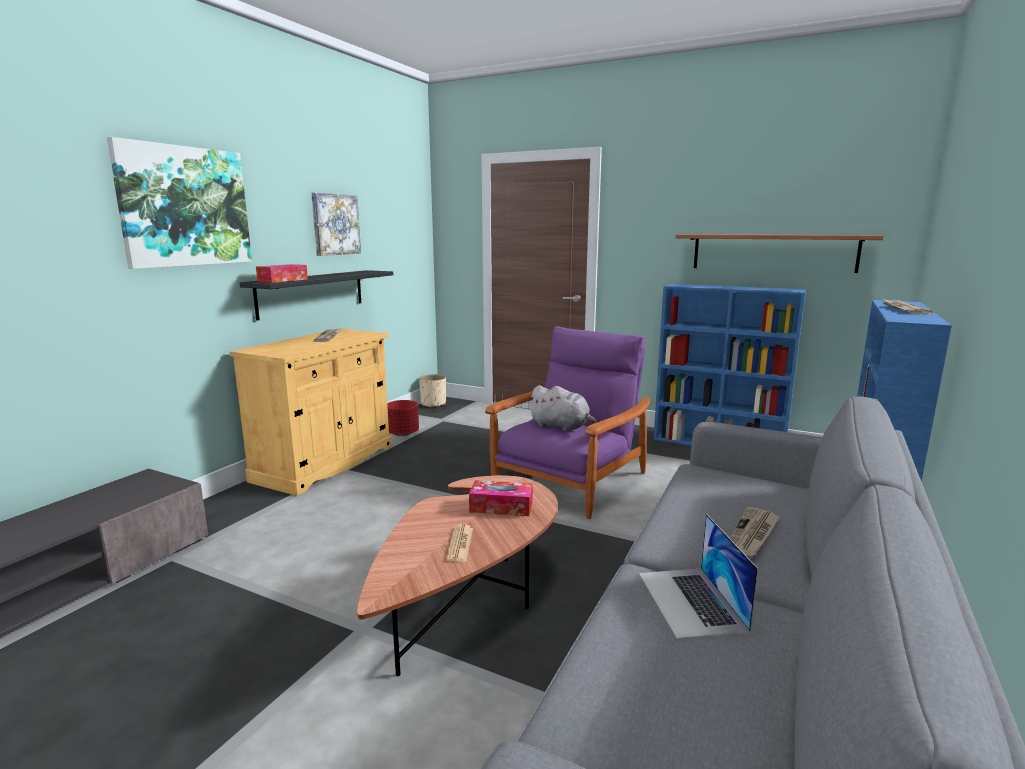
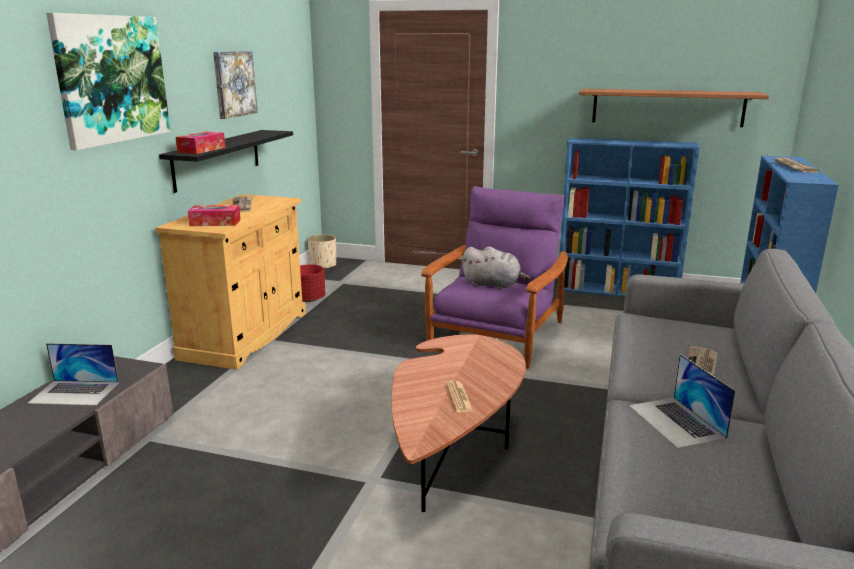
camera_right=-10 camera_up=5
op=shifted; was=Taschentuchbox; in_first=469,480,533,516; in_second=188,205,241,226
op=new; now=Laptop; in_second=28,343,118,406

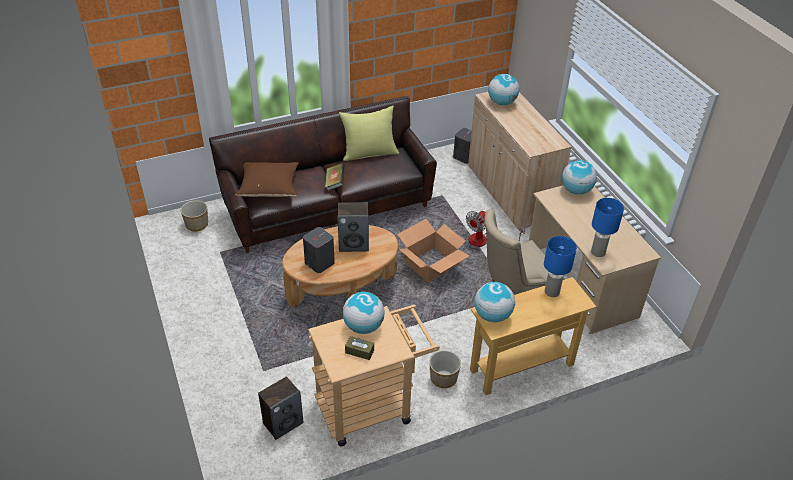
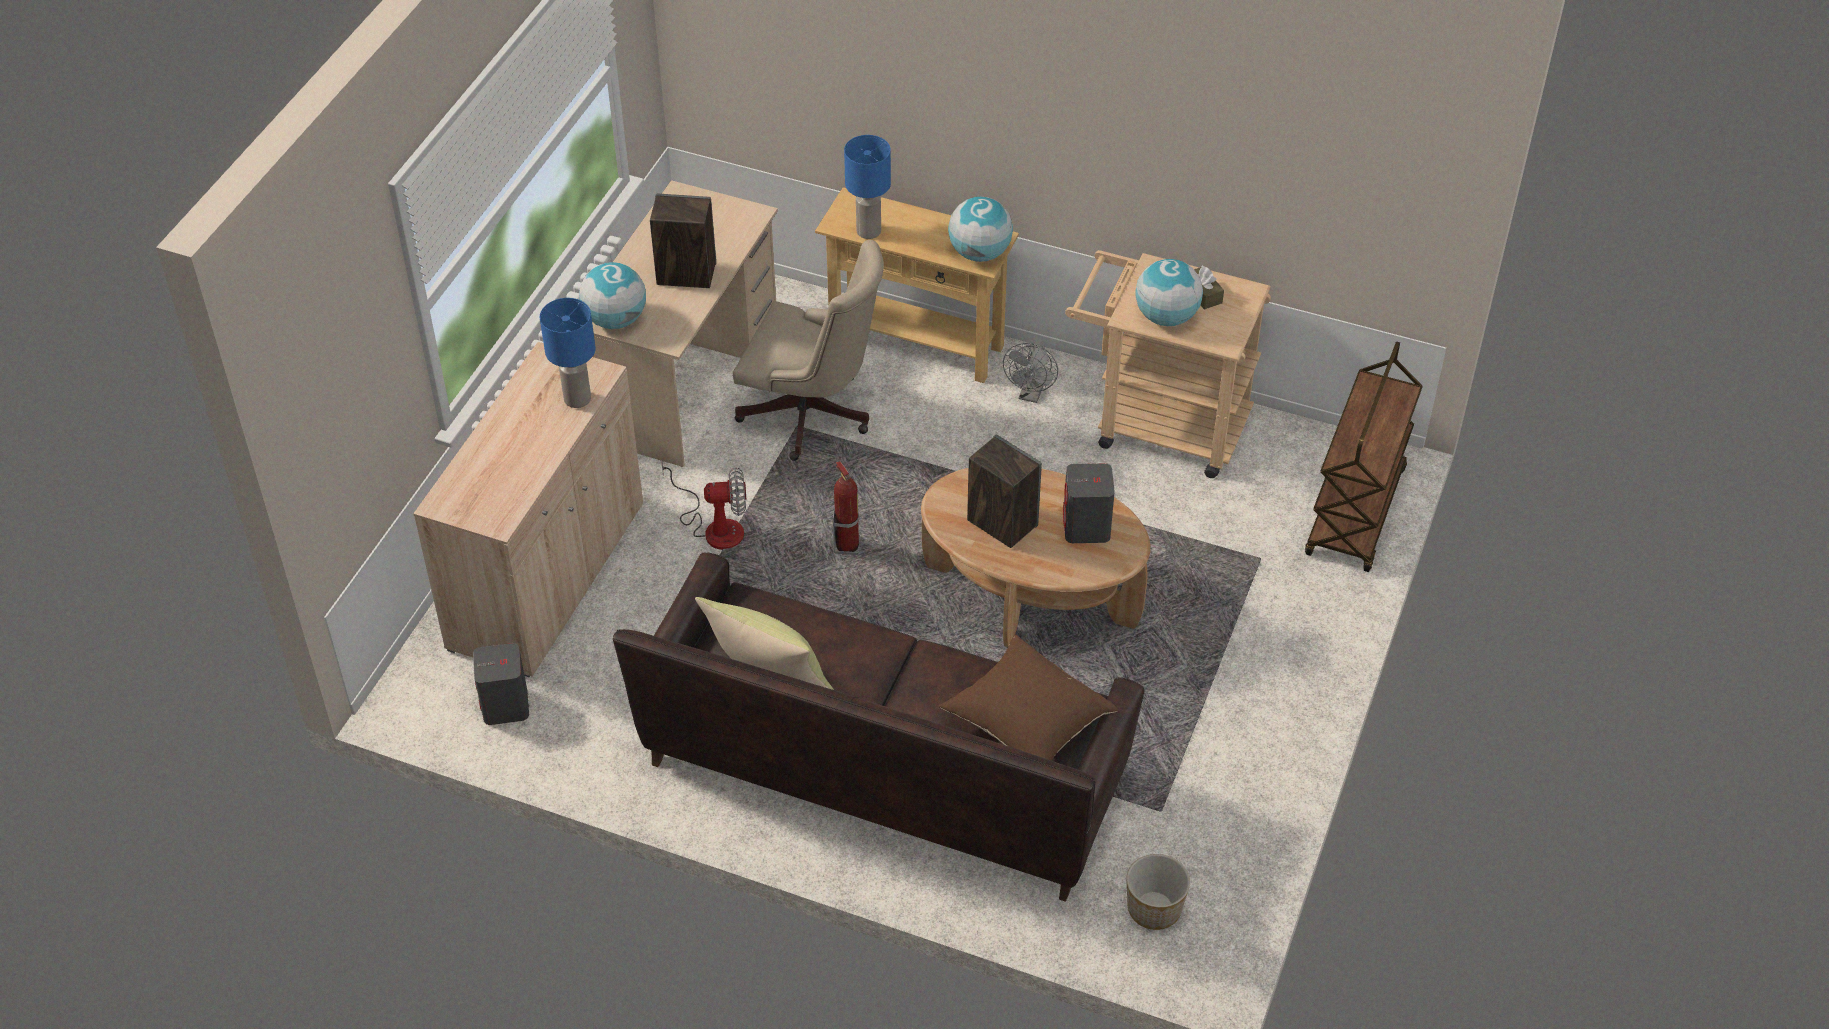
camera_right=-135 camera_up=5
op=gone; was=Globus; in_first=488,74,520,105
op=gone; was=Buch; in_first=325,163,345,191
op=shifted; was=Tischlampe [blau]; in_first=591,198,624,257; in_second=540,298,596,408
op=swapped; was=Karton; now=Feuerlöscher; in_first=397,219,470,282; in_second=833,461,861,555
op=swapped; was=Pflanzkübel; now=Ventilator [grau]; in_first=429,350,461,388; in_second=1003,343,1058,403
op=shifted; was=Lautsprecher; in_first=258,376,303,440; in_second=650,194,716,288
op=new; now=Rollwagen [braun]; in_second=1305,341,1423,572

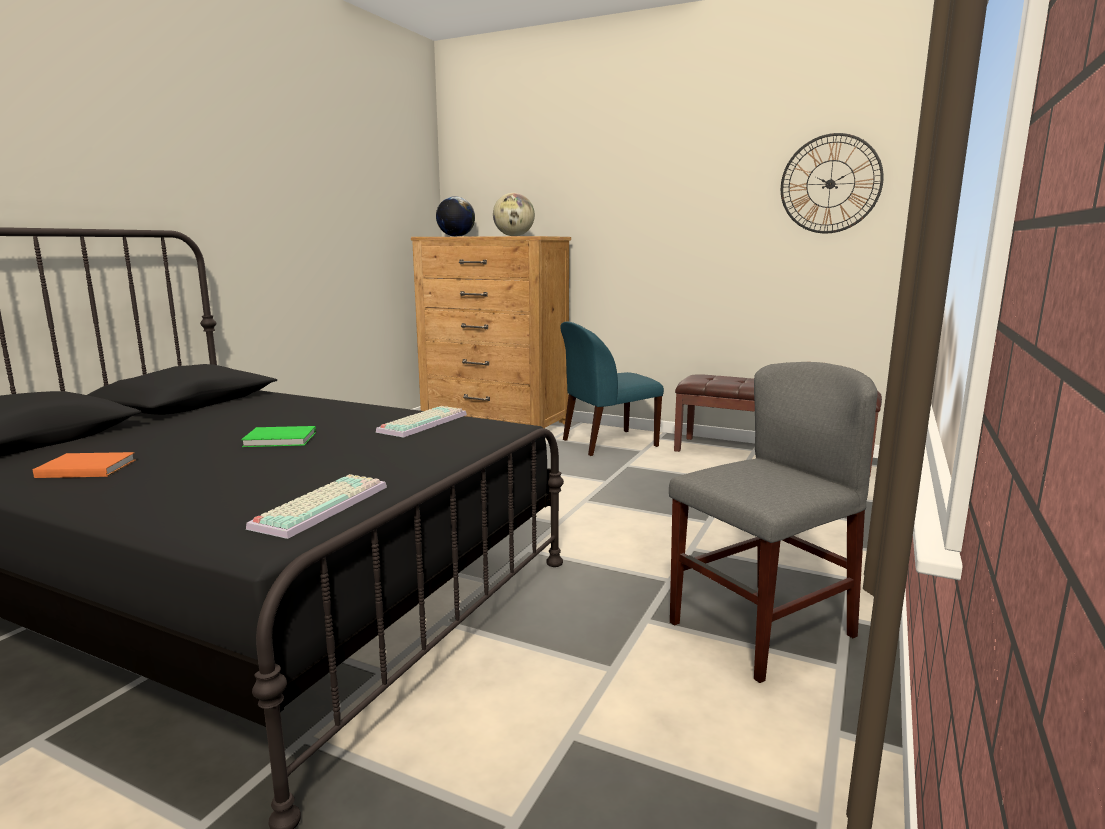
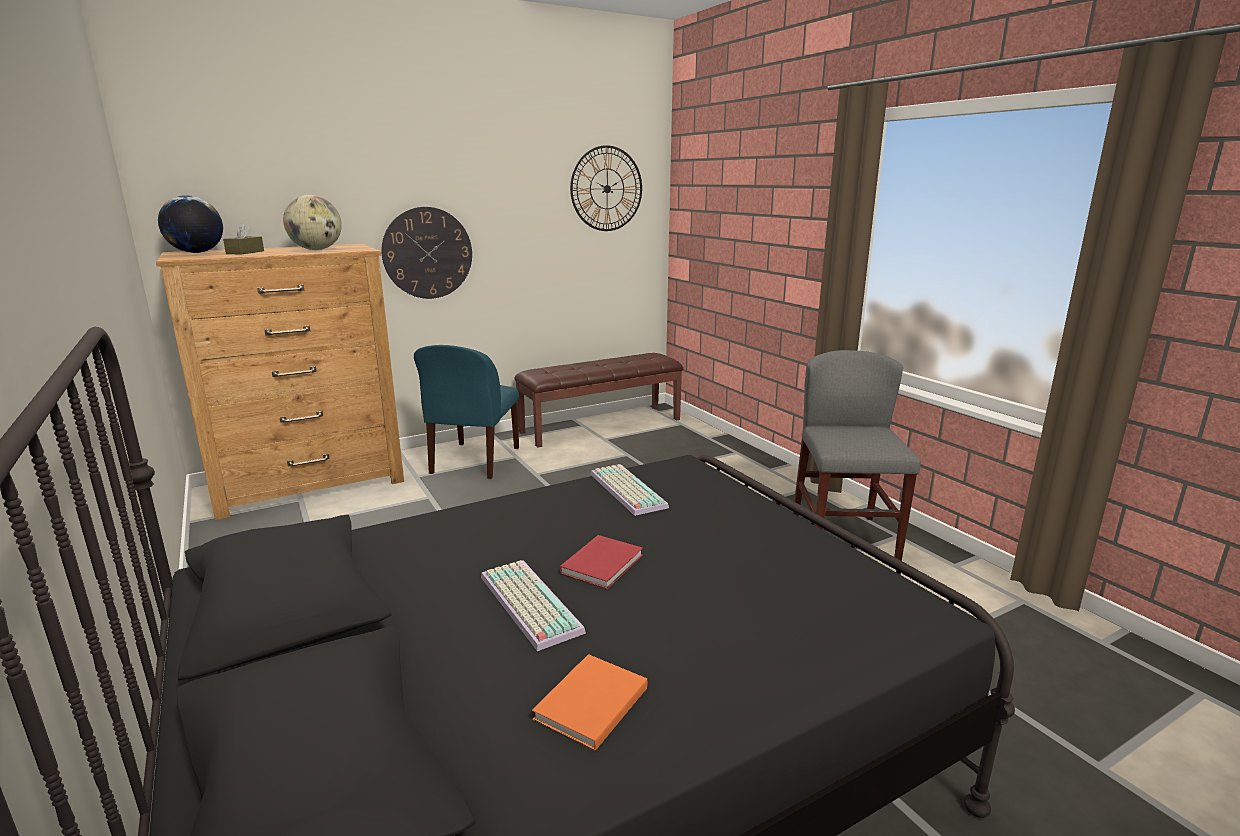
camera_right=-55 camera_up=5
op=repainted; was=Buch [grün]; now=Buch [rot]; in_first=241,426,316,447; in_second=560,535,643,589
op=shifted; was=Tastatur; in_first=246,474,387,539; in_second=481,560,586,651
op=new; now=Wanduhr; in_second=381,207,472,299
op=new; now=Taschentuchbox [braun]; in_second=223,223,264,255

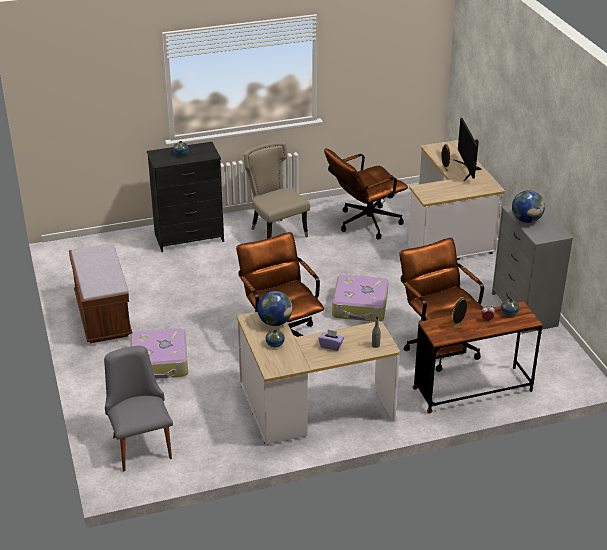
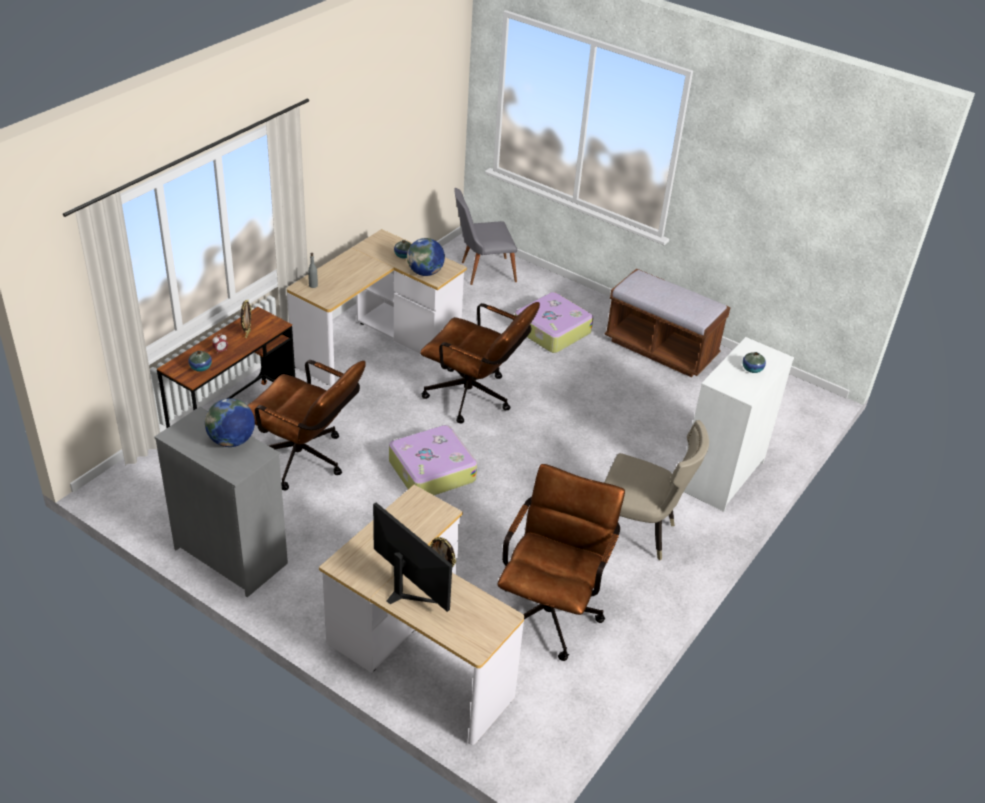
camera_right=140 camera_up=5
op=repainted; was=Kommode [schwarz]; now=Kommode [weiß]; in_first=147,142,224,252; in_second=684,337,794,512
op=gone; was=Taschentuchbox [lila]; in_first=318,330,344,351
op=rotated; was=Stuhl [grau]; in_first=104,346,173,472; in_second=454,188,517,285; clockwise=135

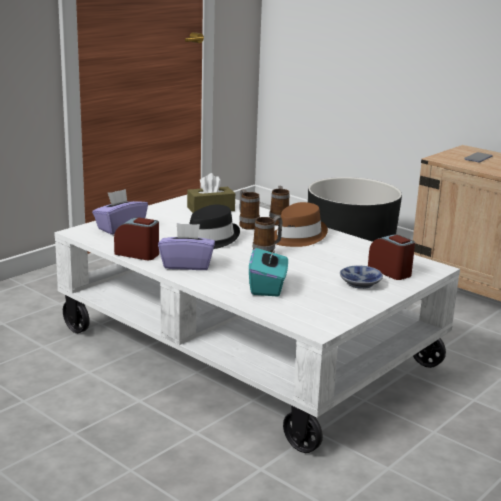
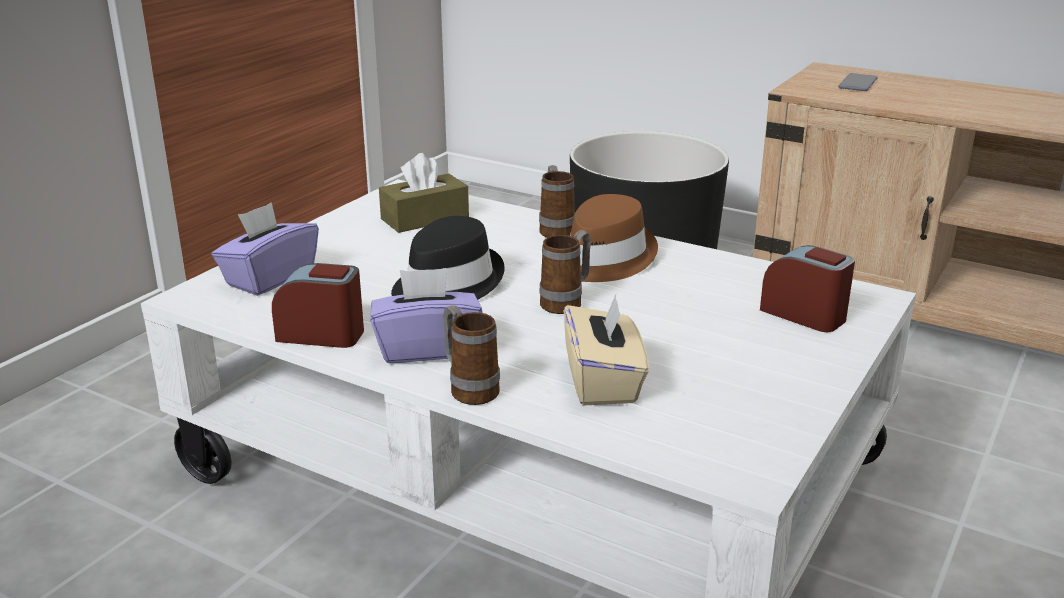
camera_right=-10 camera_up=5
op=shifted; was=Henkelbecher; in_first=239,189,260,230; in_second=443,305,500,405
op=repainted; was=Taschentuchbox [türkis]; now=Taschentuchbox [beige]; in_first=249,242,288,297; in_second=564,295,649,405
op=gone; was=Schüssel; in_first=340,266,383,289

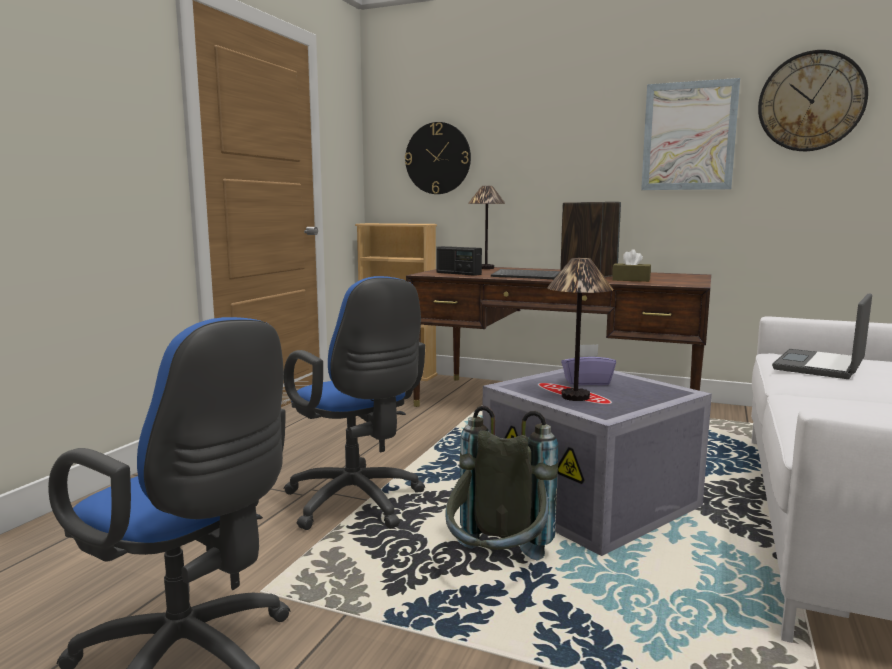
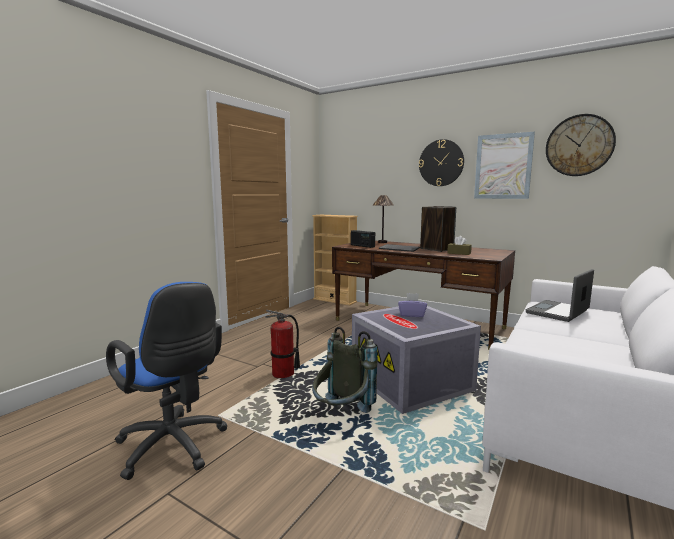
camera_right=10 camera_up=0
op=shifted; was=Wanduhr; in_first=405,122,471,194; in_second=419,139,464,186
op=gone; was=Tischlampe; in_first=547,258,614,401
op=swapped; was=Bürostuhl [blau]; now=Feuerlöscher; in_first=284,276,425,530; in_second=265,310,300,379

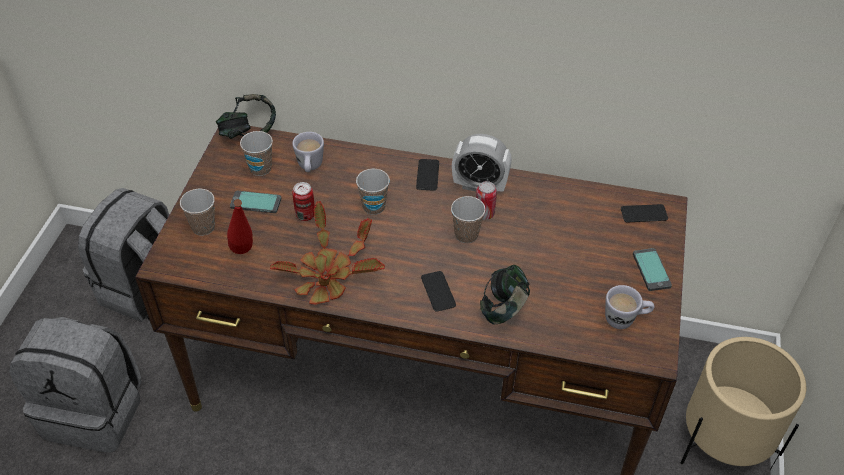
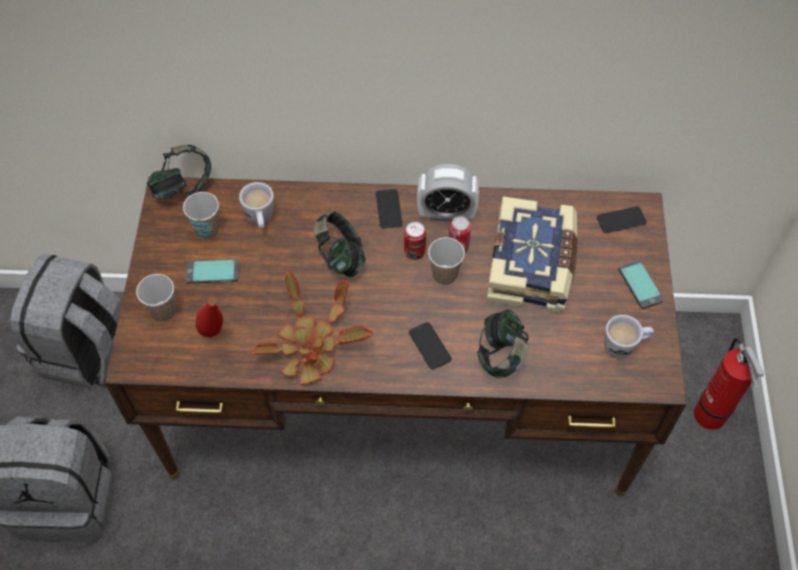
camera_right=-10 camera_up=10
op=swapped; was=Tasse; now=Kopfhörer; in_first=356,169,390,215; in_second=314,211,366,277
op=shifted; was=Dose; in_first=292,182,315,221; in_second=404,222,426,260
op=swapped; was=Pflanzkübel [beige]; now=Feuerlöscher; in_first=681,337,806,470; in_second=694,338,764,430
op=new; now=Buch; in_second=486,196,578,313

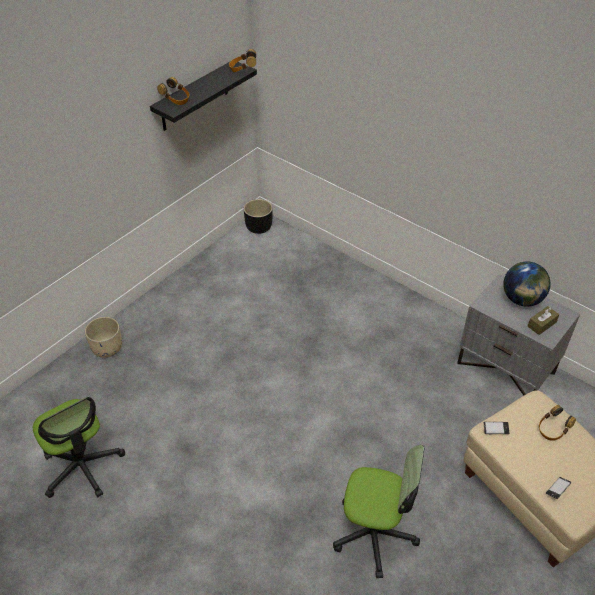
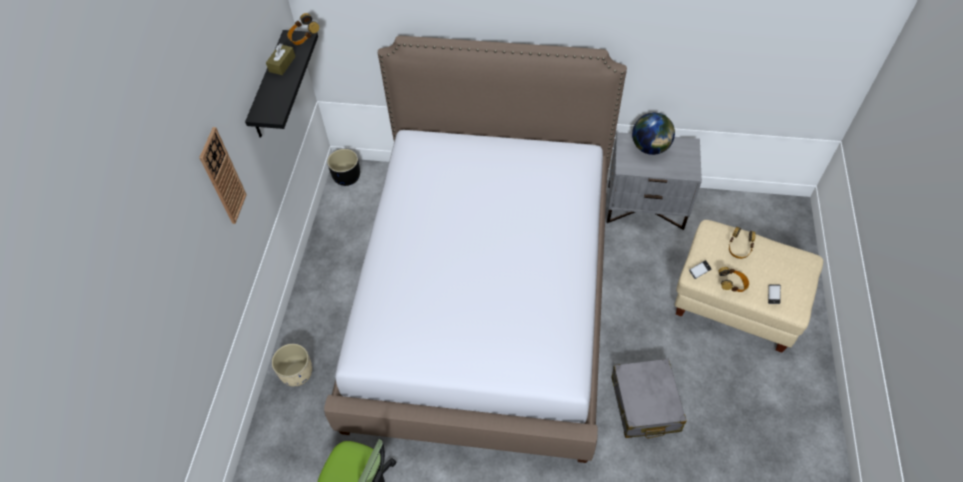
camera_right=-30 camera_up=10
op=shifted; was=Kopfhörer; in_first=157,77,190,105; in_second=718,267,749,292
op=shifted; was=Taschentuchbox [braun]; in_first=528,306,559,335; in_second=266,43,296,75
op=swapped; was=Bürostuhl; now=Koffer [grau]; in_first=333,445,424,578; in_second=612,359,687,438
op=new; now=Bett; in_second=324,36,627,463
op=new; now=Wanduhr; in_second=199,127,247,224

